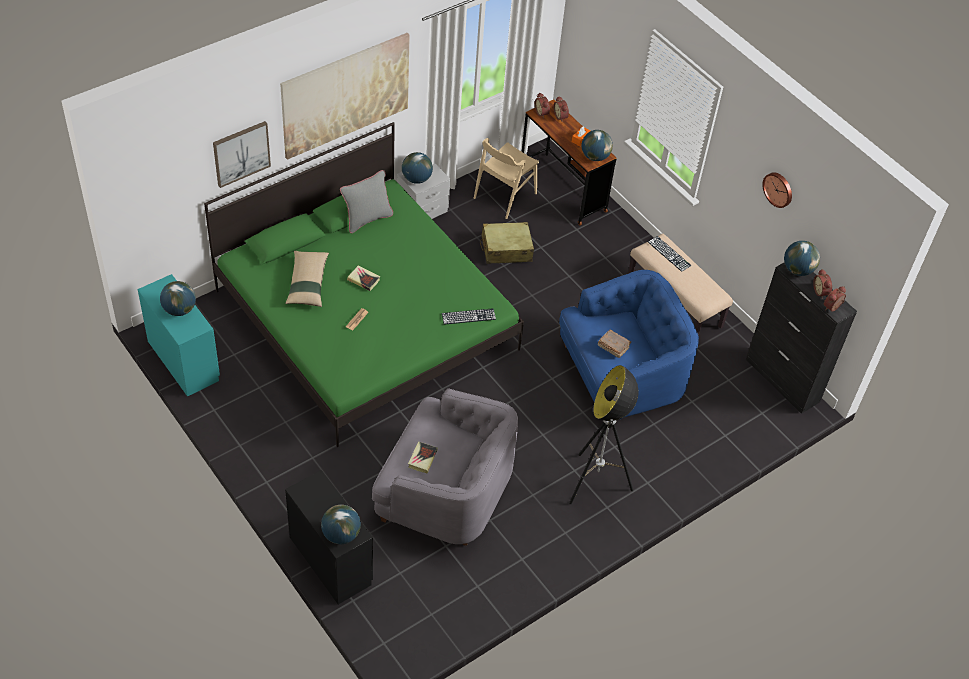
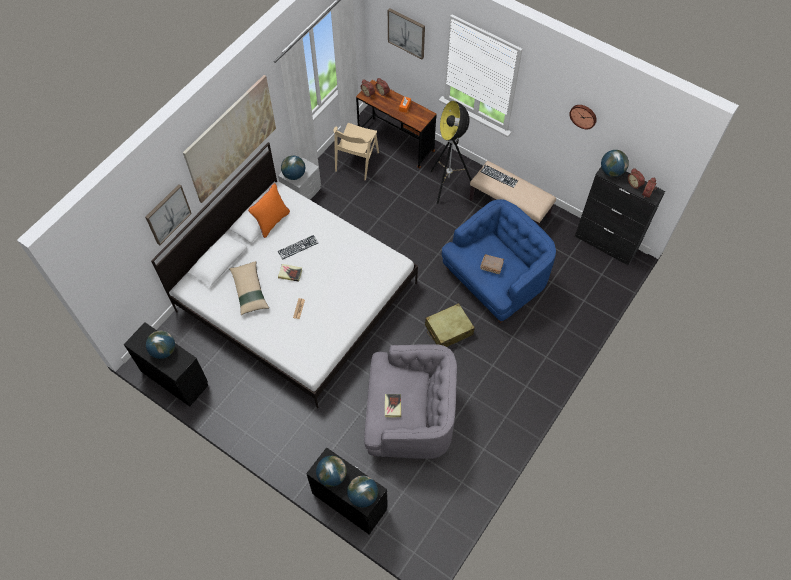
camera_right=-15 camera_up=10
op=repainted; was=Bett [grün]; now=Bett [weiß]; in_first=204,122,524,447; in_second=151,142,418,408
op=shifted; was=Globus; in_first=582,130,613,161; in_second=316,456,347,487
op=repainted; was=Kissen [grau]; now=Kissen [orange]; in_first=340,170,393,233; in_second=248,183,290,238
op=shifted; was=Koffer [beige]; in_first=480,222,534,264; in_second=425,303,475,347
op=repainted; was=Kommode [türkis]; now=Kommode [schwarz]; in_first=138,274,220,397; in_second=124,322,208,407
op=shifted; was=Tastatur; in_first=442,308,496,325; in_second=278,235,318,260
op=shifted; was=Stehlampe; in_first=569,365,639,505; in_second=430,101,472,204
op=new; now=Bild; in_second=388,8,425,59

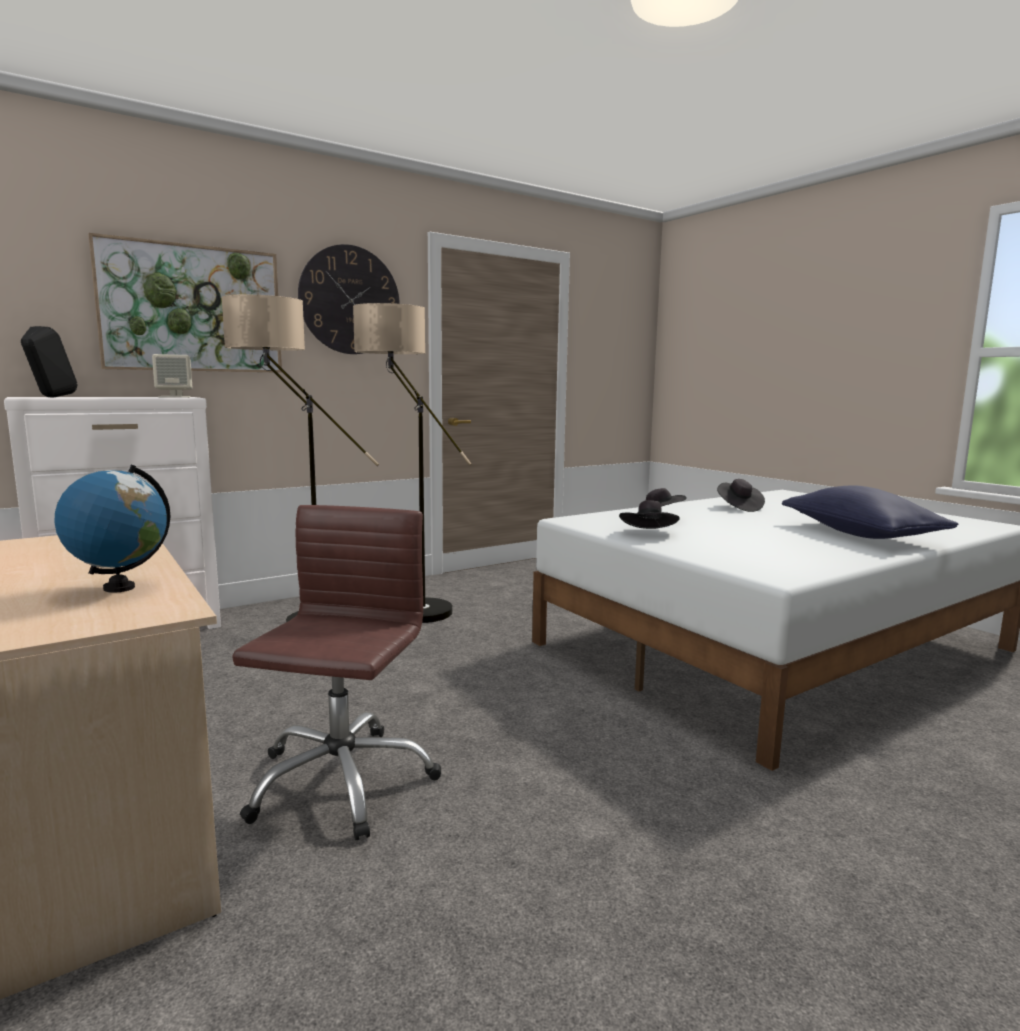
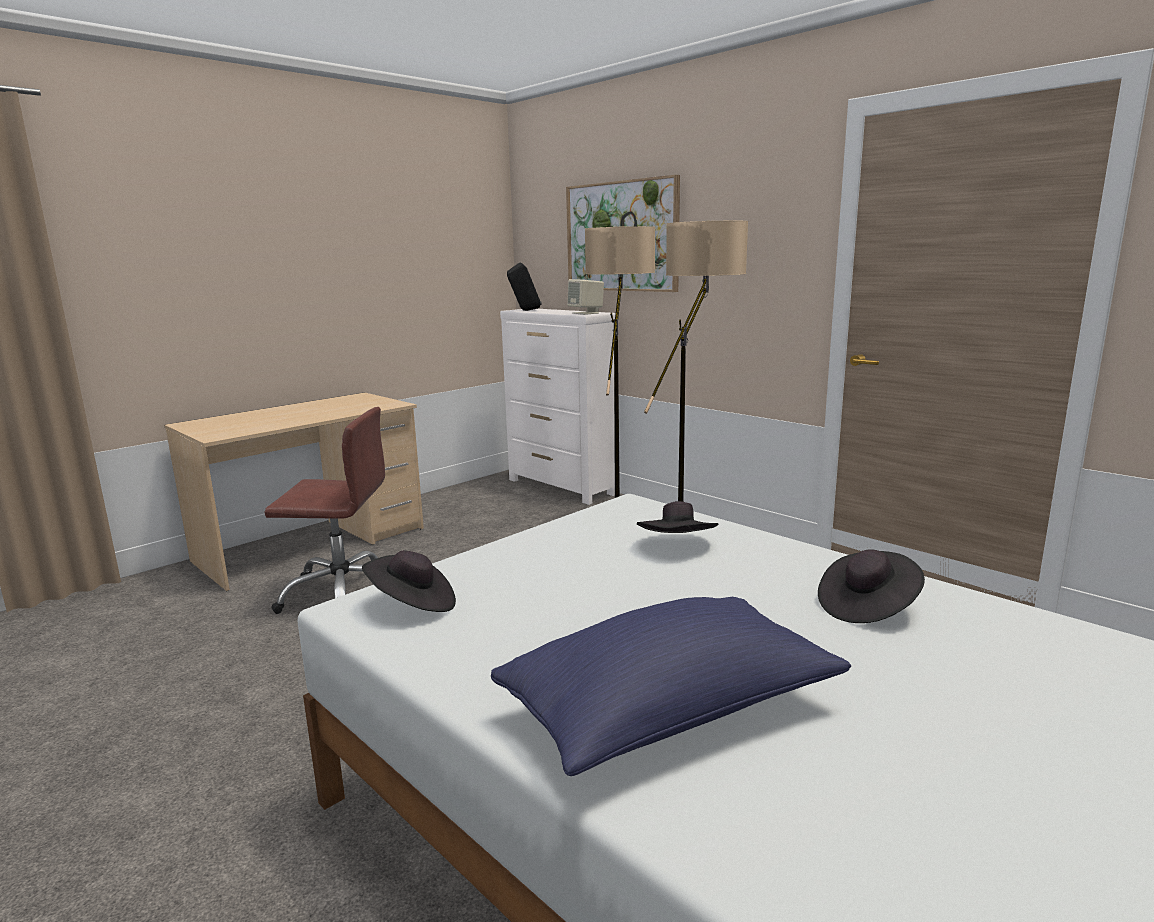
camera_right=80 camera_up=5
op=gone; was=Wanduhr; in_first=298,244,400,354
op=gone; was=Globus; in_first=54,465,170,593
op=shifted; was=Hut [schwarz]; in_first=619,500,680,529; in_second=362,550,456,612

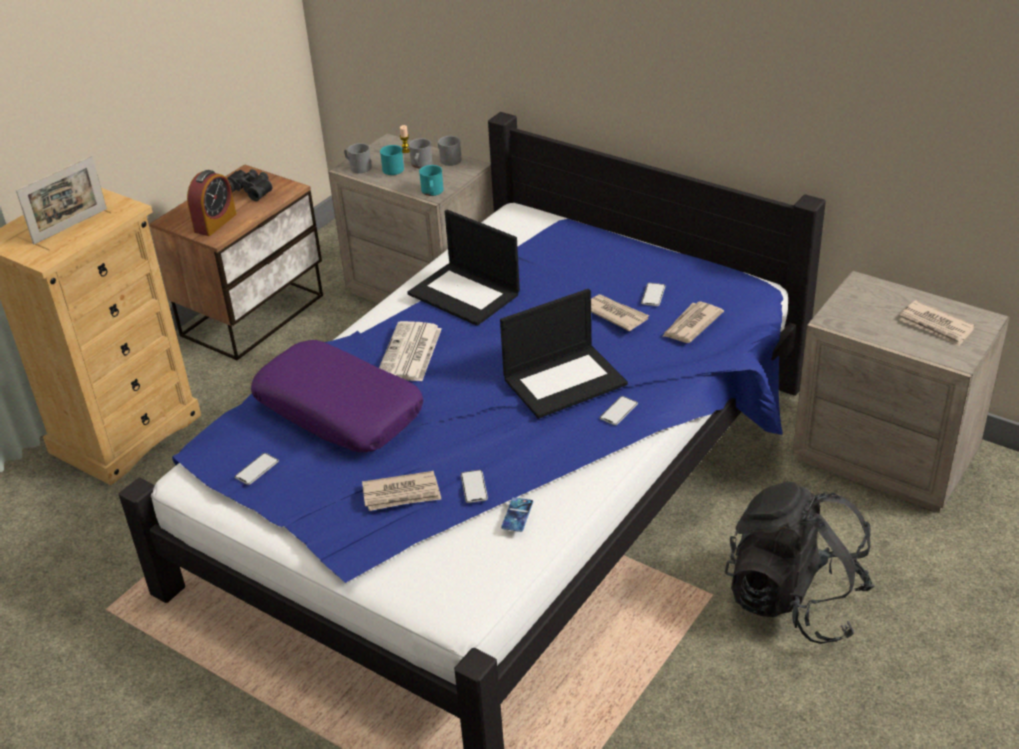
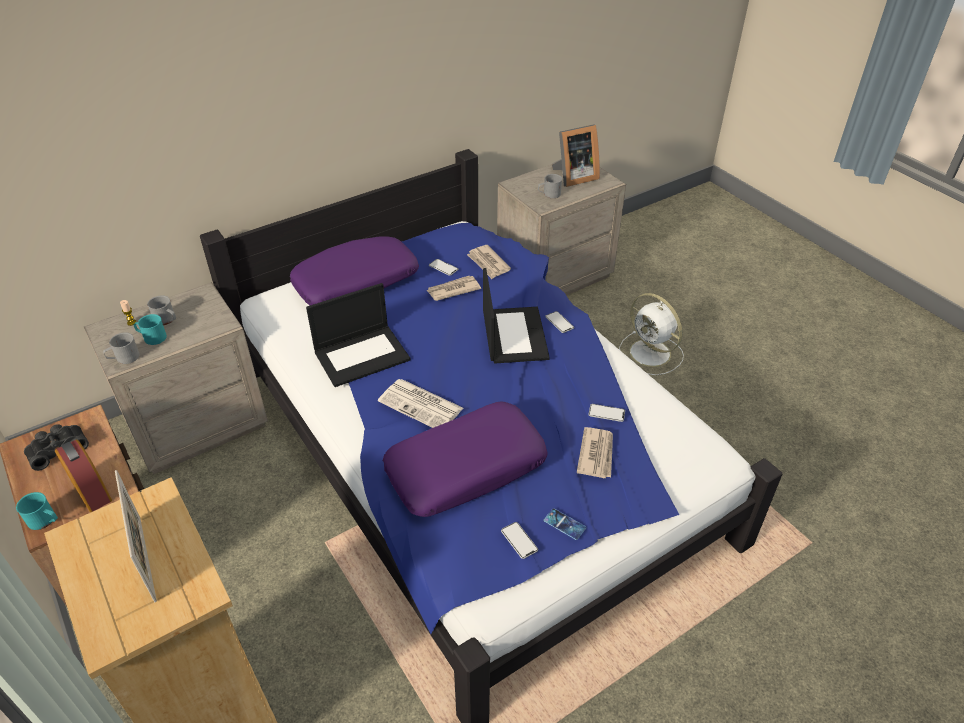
camera_right=-70 camera_up=5
op=shifted; was=Henkelbecher [grau]; in_first=437,136,462,166; in_second=538,174,562,198
op=shifted; was=Henkelbecher [türkis]; in_first=419,165,444,196; in_second=16,492,58,530
op=swapped; was=Zeitung; now=Bilderrahmen; in_first=899,300,975,346; in_second=552,124,600,187
op=swapped; was=Rucksack [schwarz]; now=Ventilator [weiß]; in_first=725,481,875,644; in_second=619,293,684,375
op=shifted; was=Handy; in_first=501,497,533,532; in_second=543,508,586,540
op=new; now=Kissen [lila]; in_second=290,236,419,305

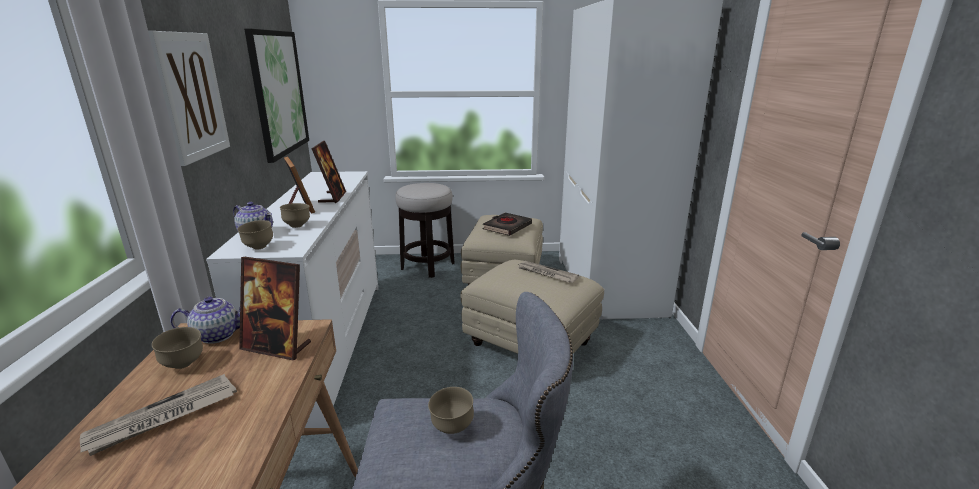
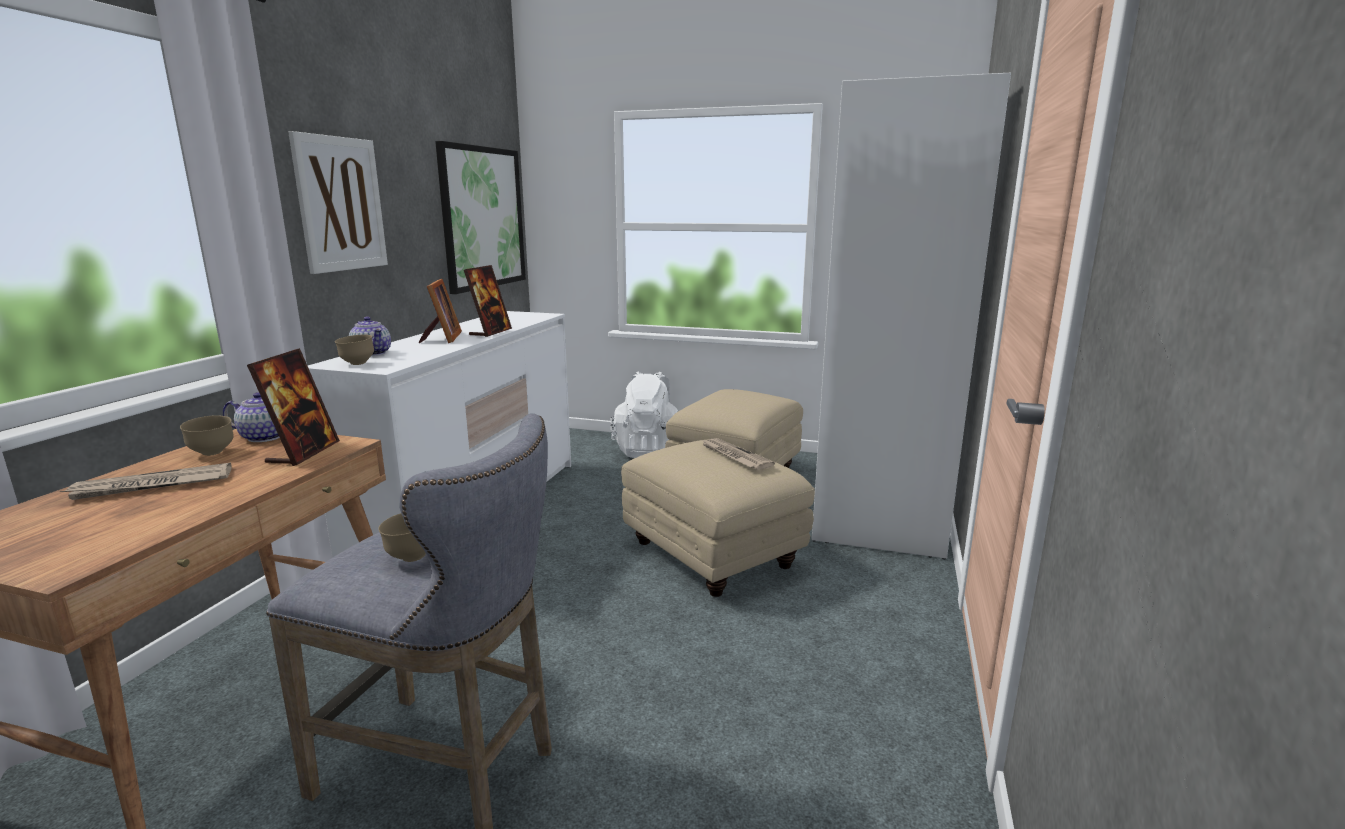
camera_right=20 camera_up=-5
op=swapped; was=Hocker; now=Rucksack [weiß]; in_first=395,183,455,278; in_second=610,371,679,458
op=gone; was=Schüssel [braun]; in_first=280,203,310,228
op=gone; was=Buch [schwarz]; in_first=483,212,532,236
op=rotated; was=Bilderrahmen; in_first=239,257,311,360; in_second=247,348,340,466; clockwise=-120

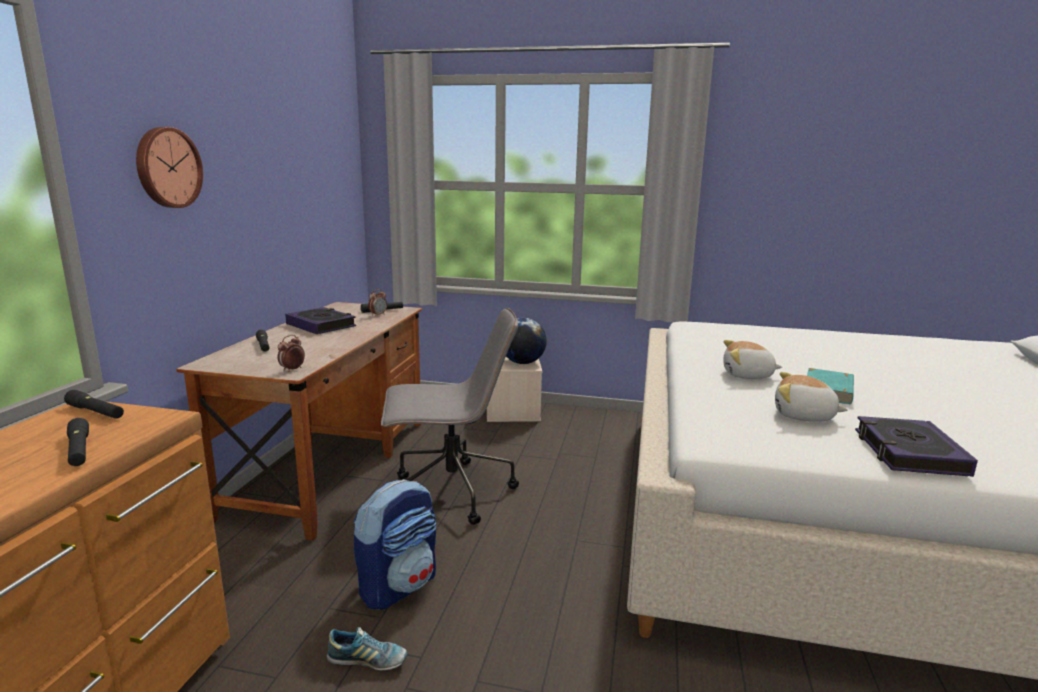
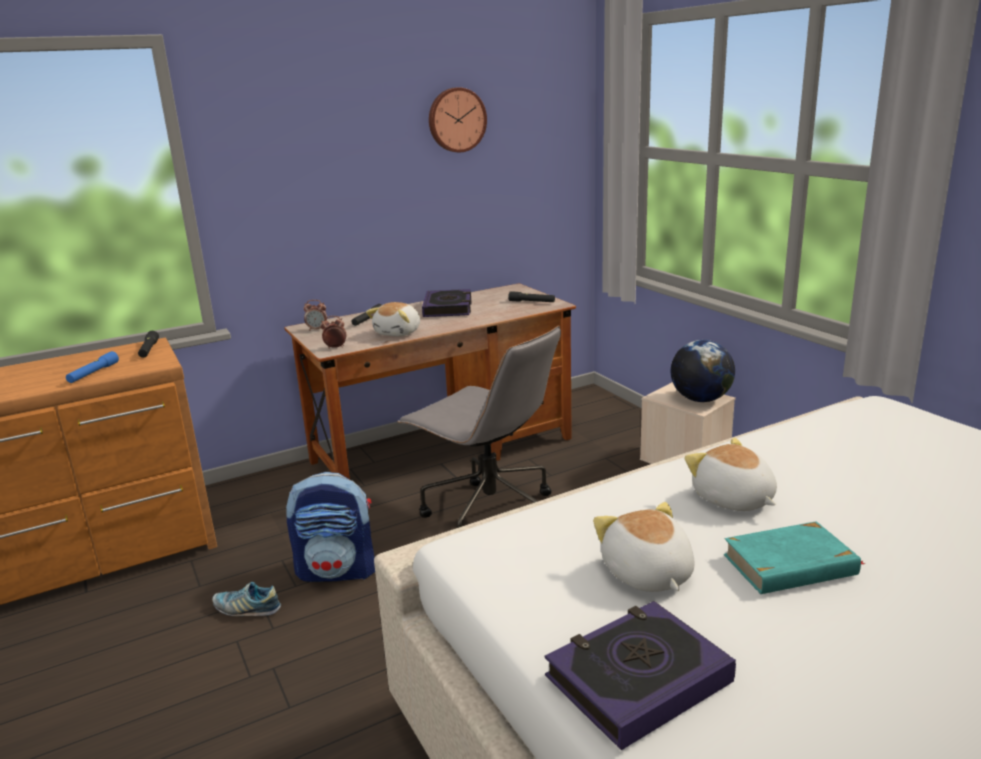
camera_right=50 camera_up=5
op=shifted; was=Wanduhr; in_first=136,127,203,208; in_second=429,87,487,152
op=shifted; was=Wecker; in_first=368,289,387,317; in_second=304,300,327,331
op=repainted; was=Taschenlampe [schwarz]; now=Taschenlampe [blau]; in_first=67,418,89,466; in_second=66,351,119,383
op=rotated; was=Schuh; in_first=327,627,407,670; in_second=212,582,281,616; clockwise=135
op=new; now=Plüschtier; in_second=366,302,420,337

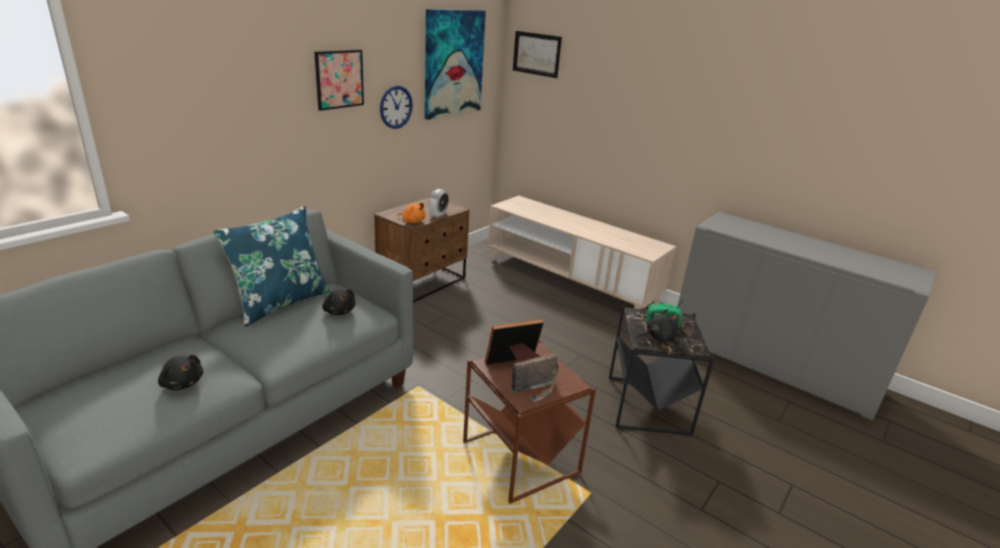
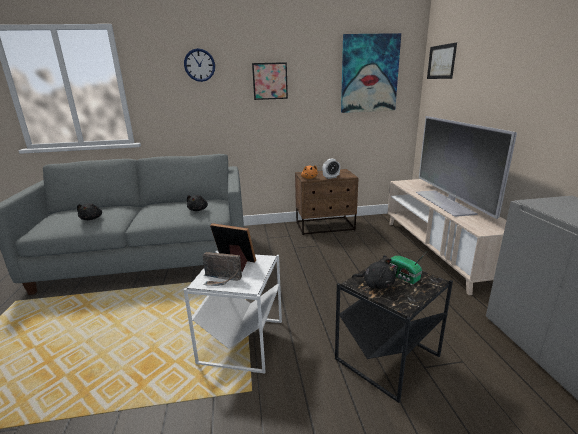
camera_right=45 camera_up=-5
op=shifted; was=Wanduhr; in_first=380,86,413,129; in_second=184,48,215,82
op=gone; was=Kissen [blau]; in_first=213,206,331,326
op=repainted; was=Beistelltisch [braun]; now=Beistelltisch [weiß]; in_first=463,340,596,504; in_second=183,251,282,373
op=new; now=Fernseher; in_second=416,116,517,219

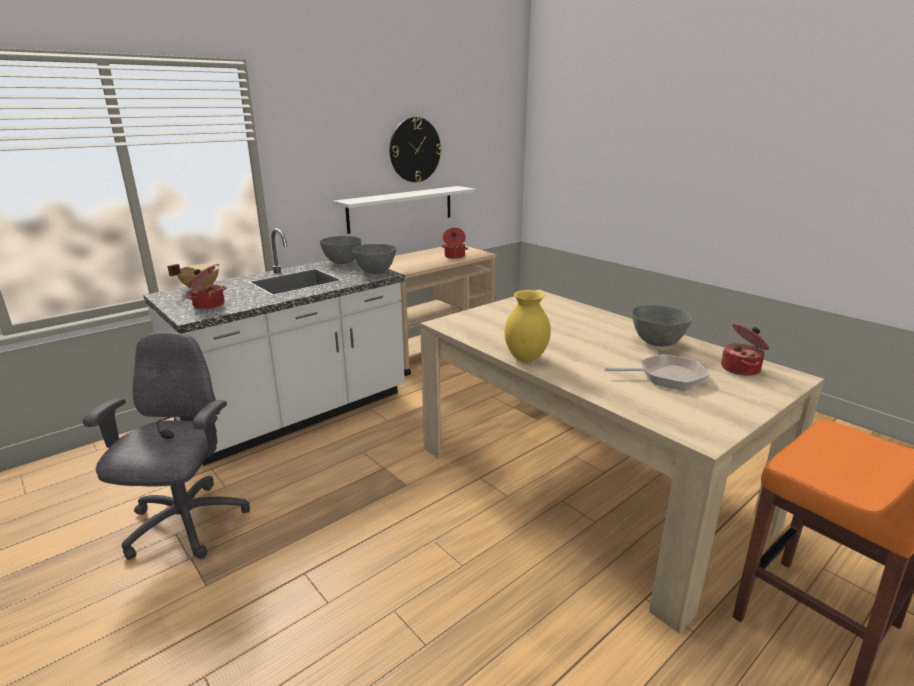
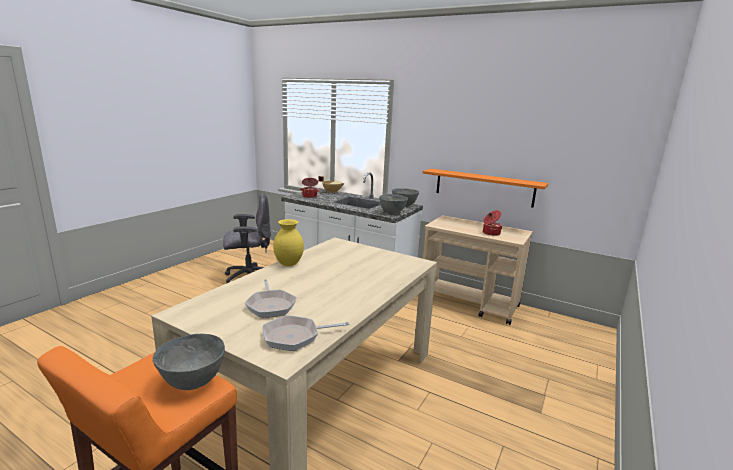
camera_right=70 camera_up=-5
op=gone; was=Wanduhr; in_first=390,117,442,182
op=repainted; was=Wandregal [weiß]; now=Wandregal [orange]; in_first=333,186,475,234; in_second=423,169,548,208
op=shifted; was=Schüssel [grau]; in_first=632,305,693,347; in_second=152,334,225,390
op=swapped; was=Kochtopf; now=Pfanne; in_first=721,323,769,376; in_second=262,315,349,351

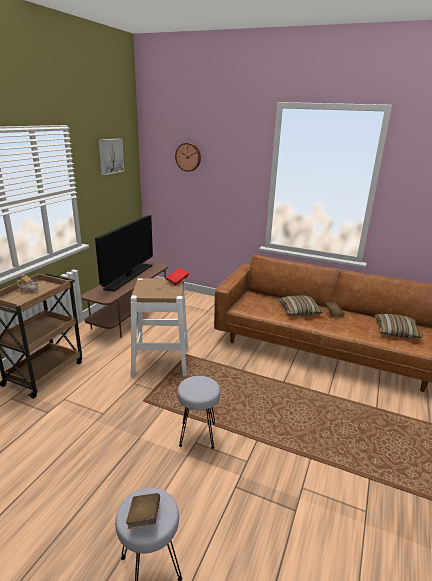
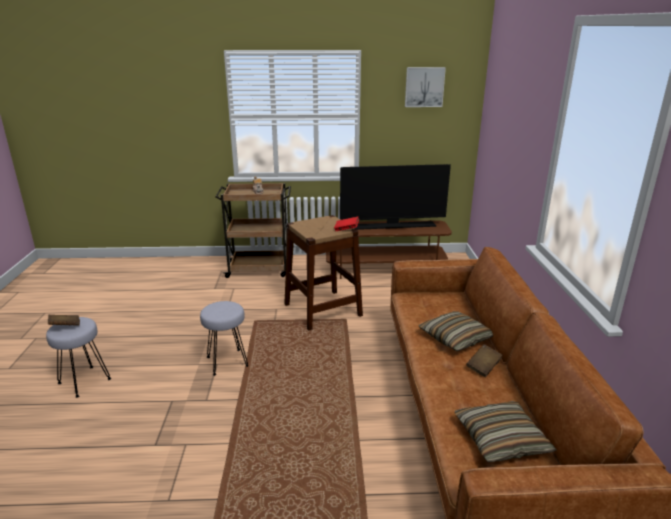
camera_right=65 camera_up=0
op=gone; was=Wanduhr; in_first=175,143,201,172
op=repainted; was=Hocker [weiß]; now=Hocker [braun]; in_first=130,278,188,377; in_second=284,215,363,330

